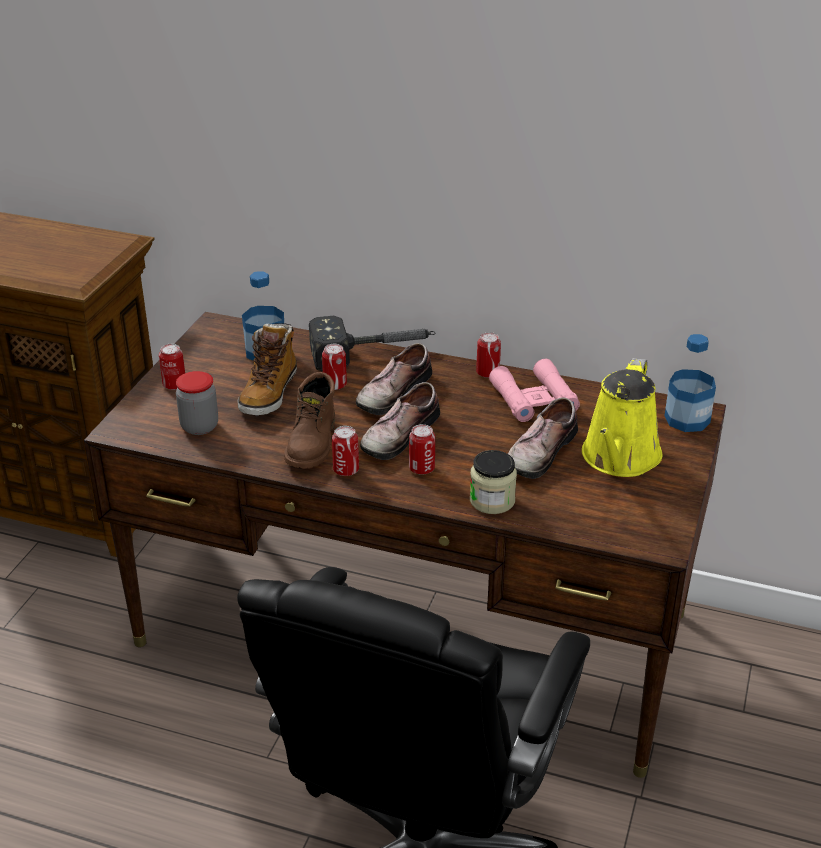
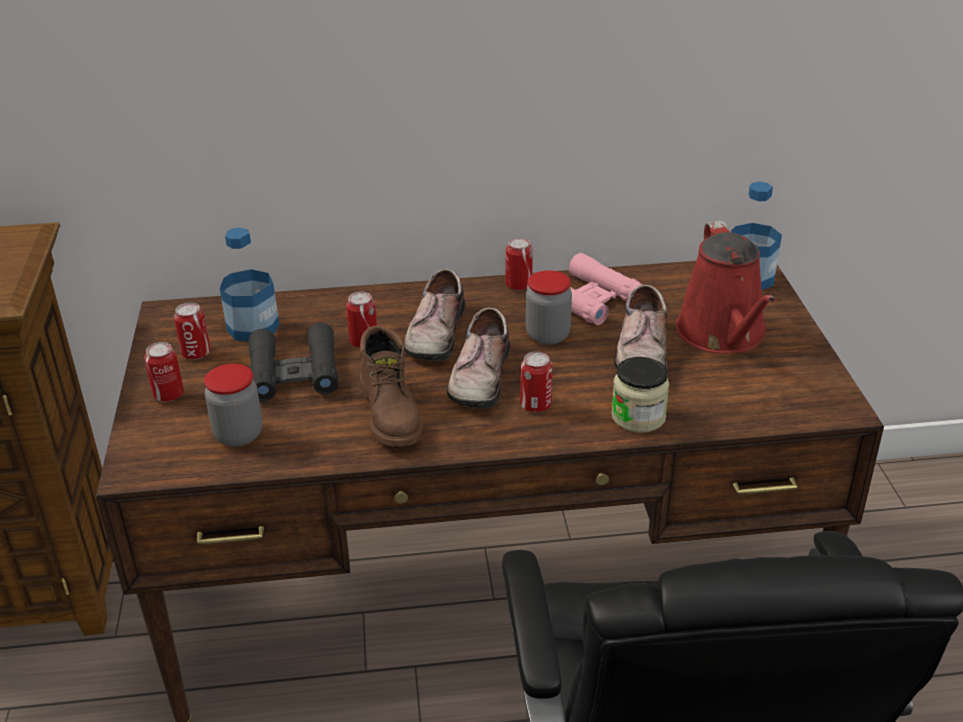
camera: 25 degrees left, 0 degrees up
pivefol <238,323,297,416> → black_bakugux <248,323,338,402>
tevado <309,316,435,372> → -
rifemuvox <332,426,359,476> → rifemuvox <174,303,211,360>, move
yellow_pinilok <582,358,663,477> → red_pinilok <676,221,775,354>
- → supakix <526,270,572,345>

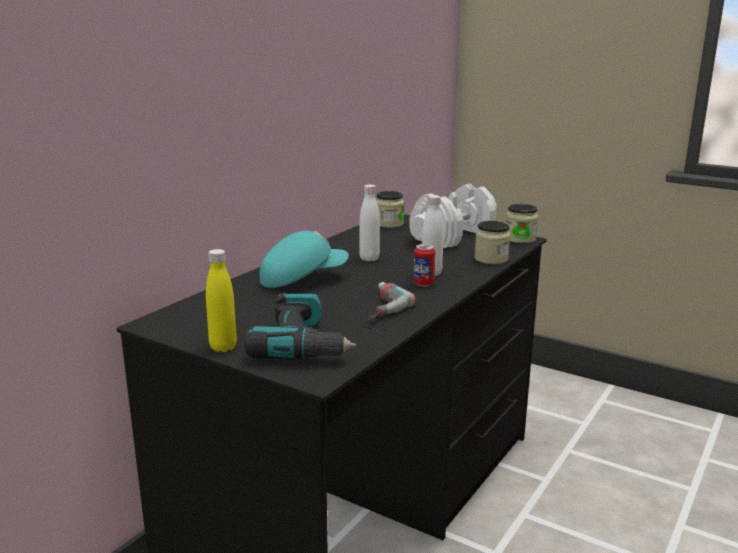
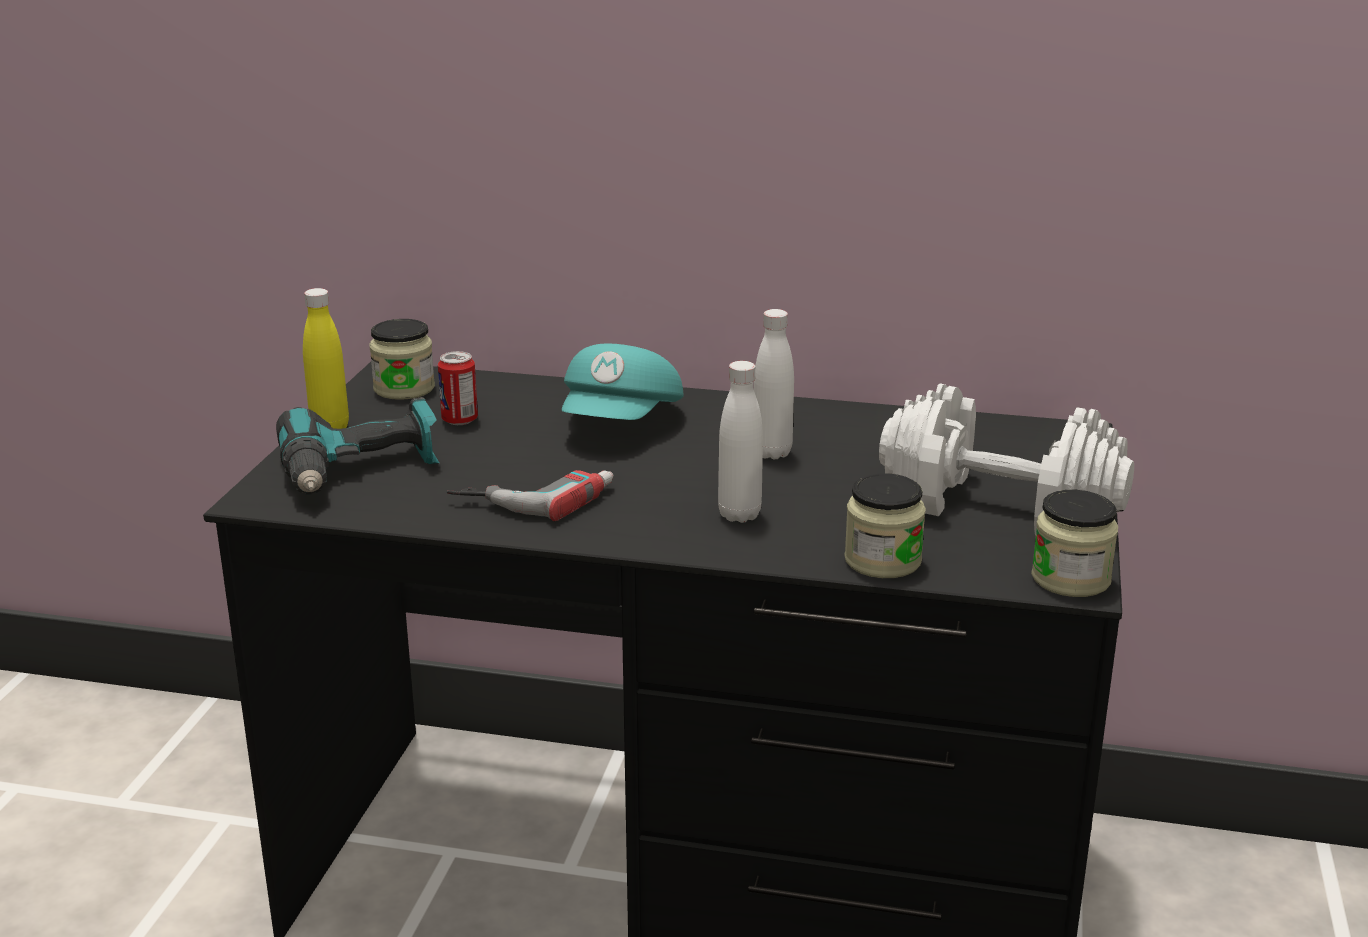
camera: 70 degrees right, 5 degrees up
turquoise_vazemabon <260,231,349,288> → turquoise_vazemabon <562,343,684,420>, 60 degrees clockwise
supakix <376,191,404,228> → supakix <370,319,435,400>, move
rifemuvox <413,244,436,287> → rifemuvox <438,351,478,425>, move

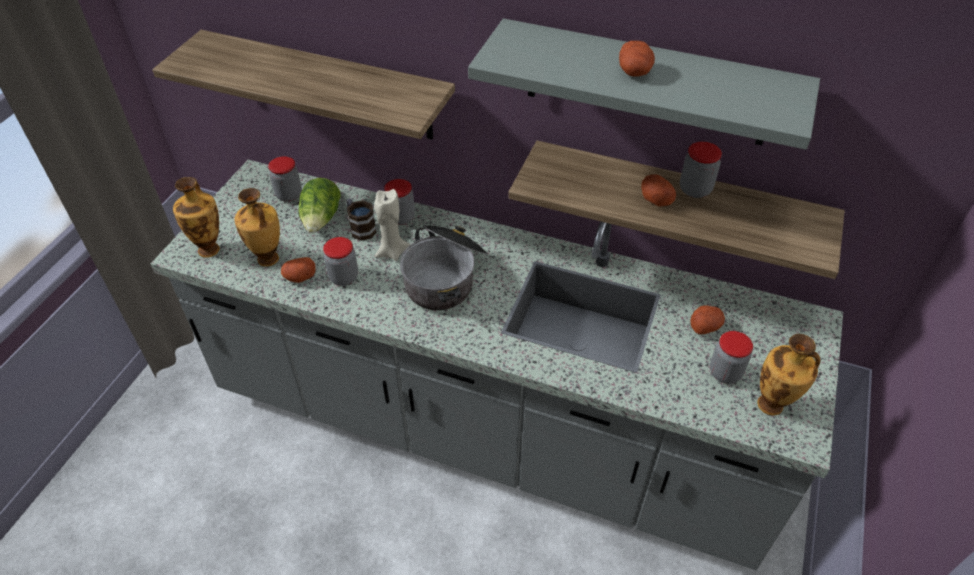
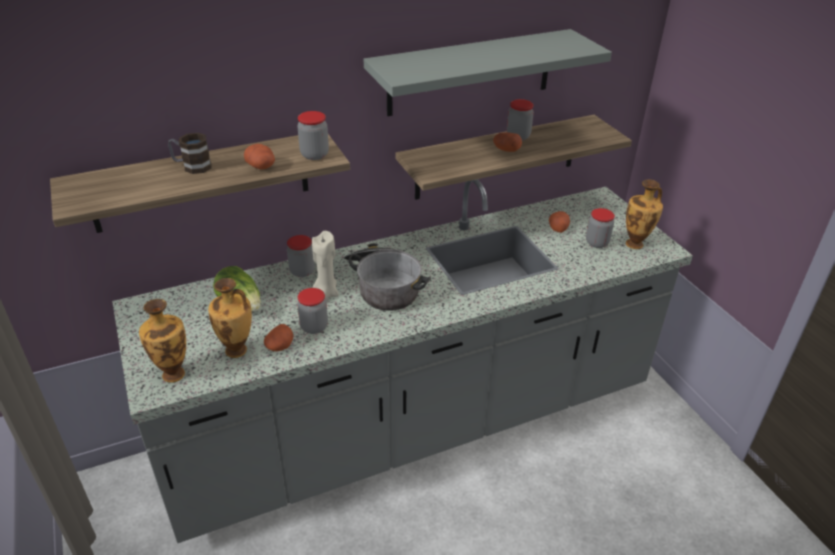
camera: 45 degrees left, 10 degrees down
supakix <268,156,302,202> → supakix <297,111,329,160>, move
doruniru <347,199,377,241> → doruniru <168,133,212,174>, move
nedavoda <619,41,655,77> → nedavoda <244,144,275,170>, move

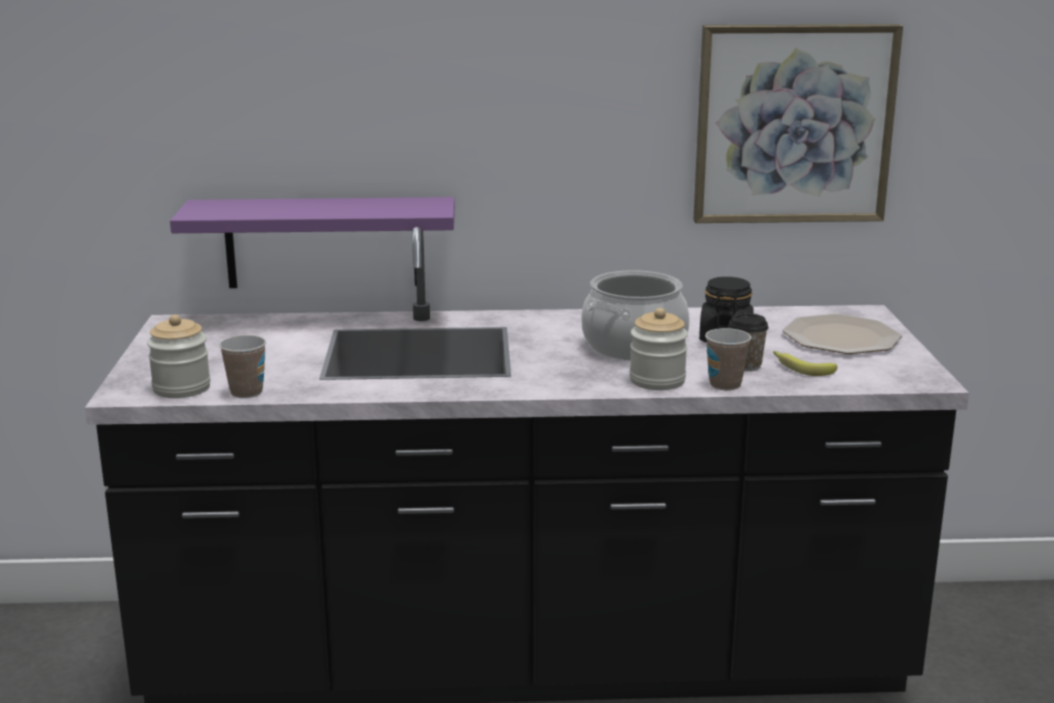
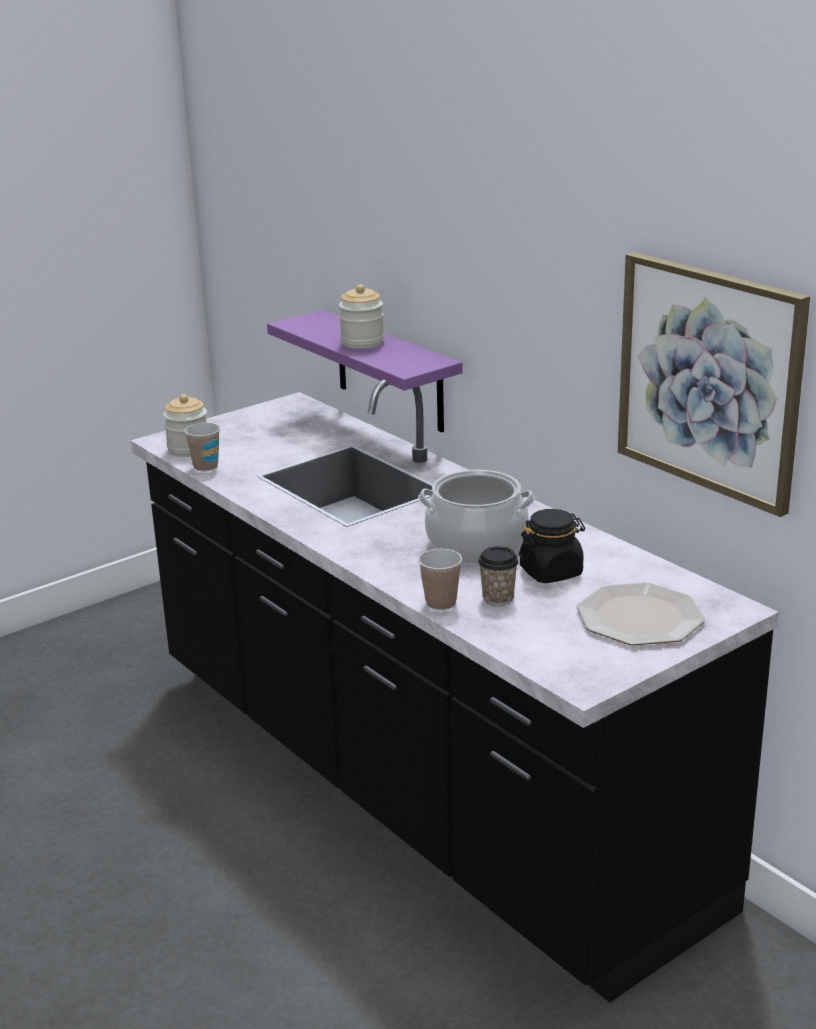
camera: 55 degrees right, 5 degrees up
supakix <629,308,688,390> → supakix <339,284,384,349>, move
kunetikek <773,351,837,376> → -

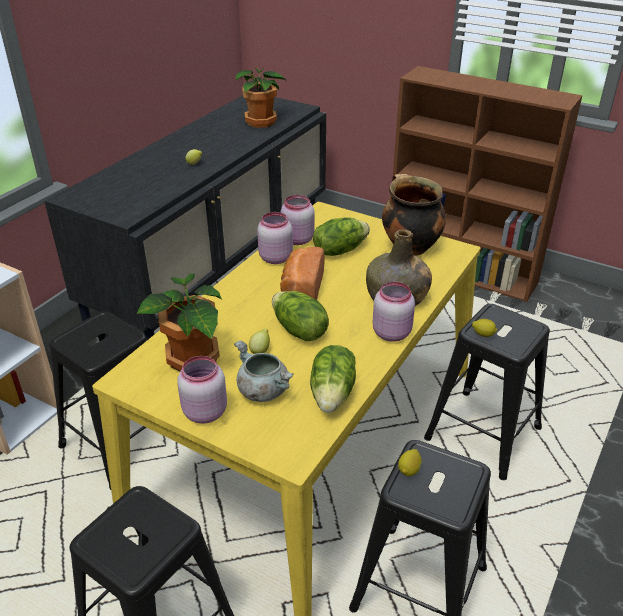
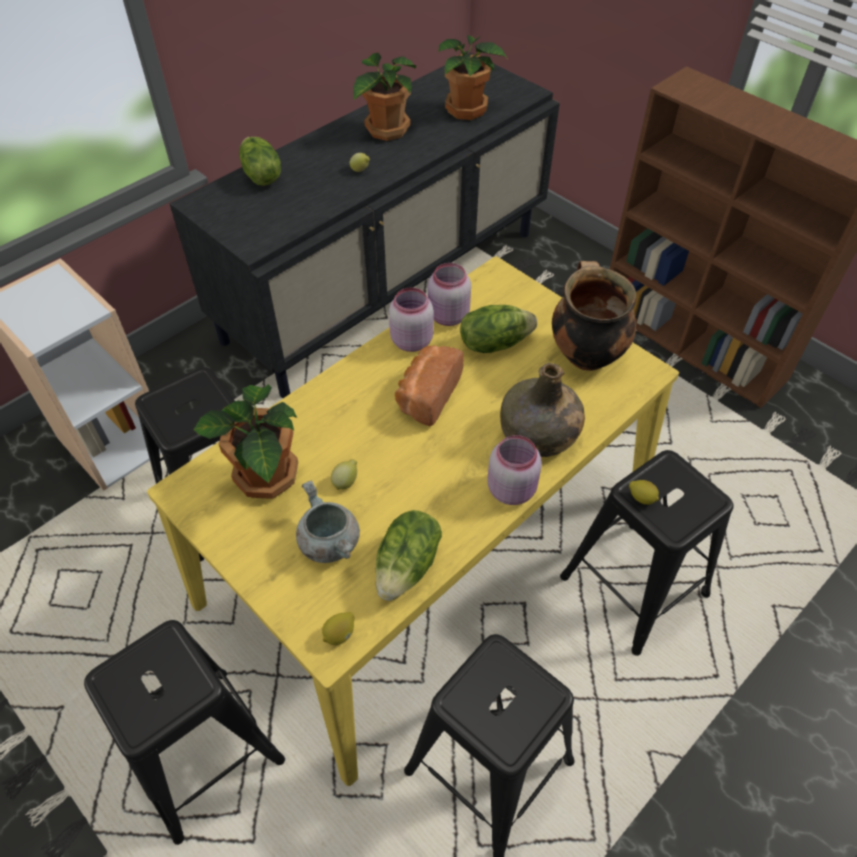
camera: 15 degrees right, 15 degrees up
pink_supakix <177,356,227,424> → -
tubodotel <272,291,329,341> → tubodotel <239,137,281,186>, move
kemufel <398,449,422,476> → kemufel <322,612,355,645>, move
- → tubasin <353,53,416,141>

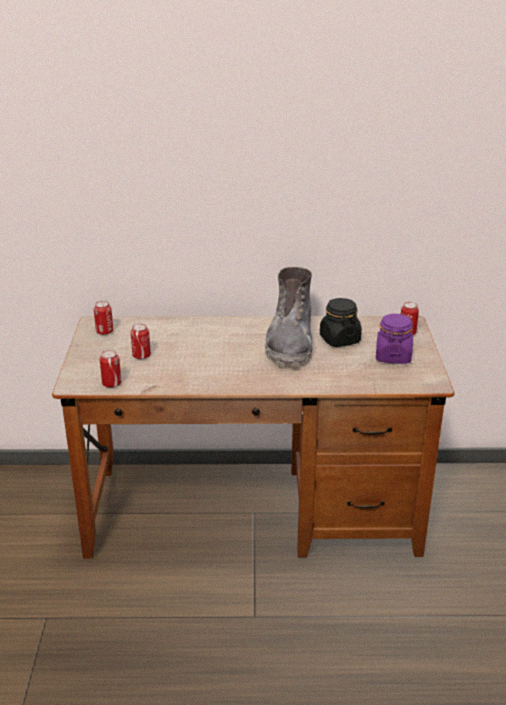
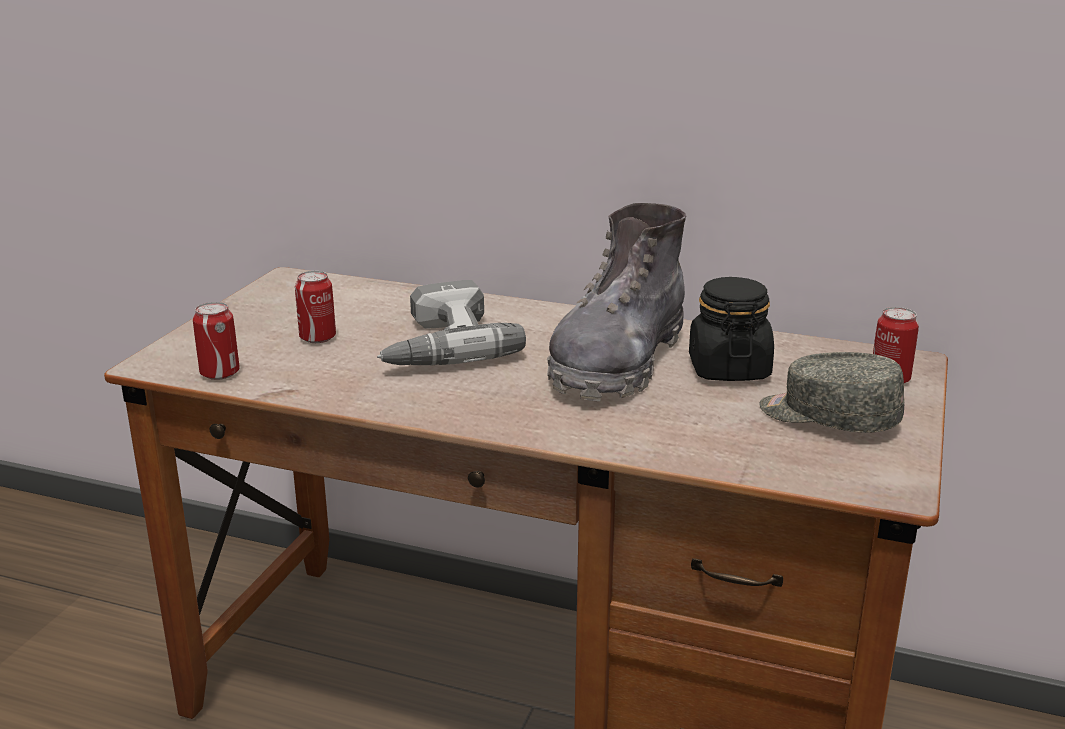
camera: 20 degrees right, 5 degrees down
rifemuvox <94,301,113,335> → -
purple_supakix <376,314,413,364> → grey_vazemabon <759,352,905,433>
- → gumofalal <377,280,526,365>

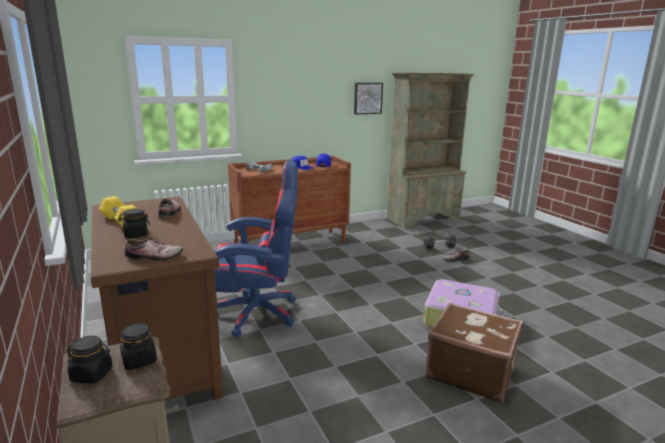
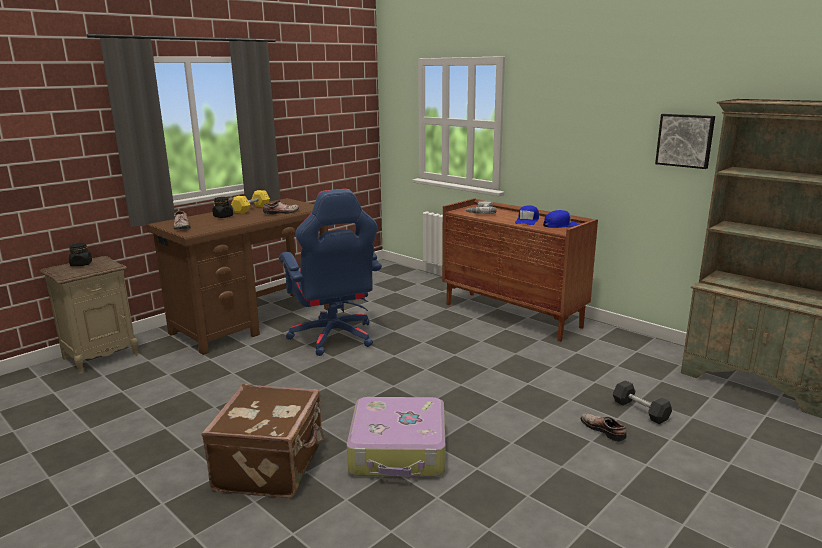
camera: 70 degrees right, 0 degrees up
black_supakix <120,323,157,370> → -

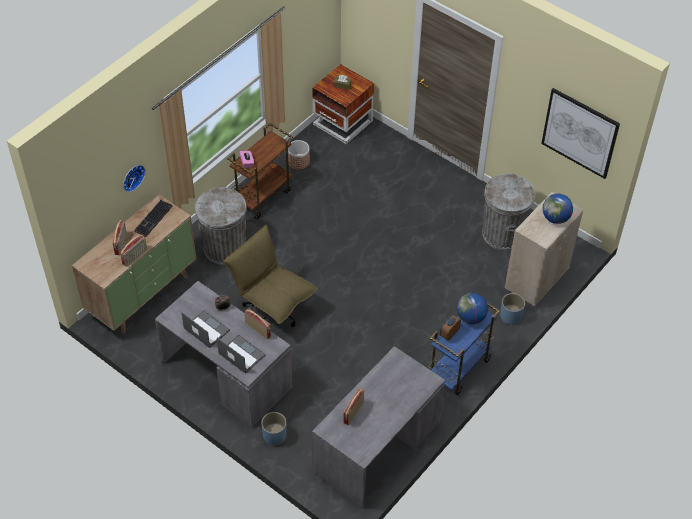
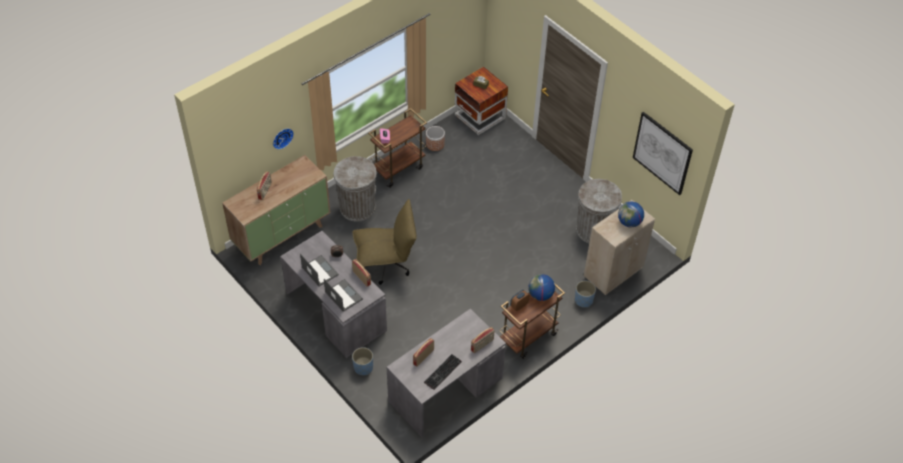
camera: 10 degrees right, 0 degrees up
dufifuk <120,235,147,267> → dufifuk <471,327,495,353>, move
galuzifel <134,200,172,237> → galuzifel <424,354,462,390>, move
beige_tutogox <223,225,318,327> → beige_tutogox <353,199,417,285>, 120 degrees clockwise
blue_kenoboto <428,303,500,395> → brown_kenoboto <499,283,565,359>

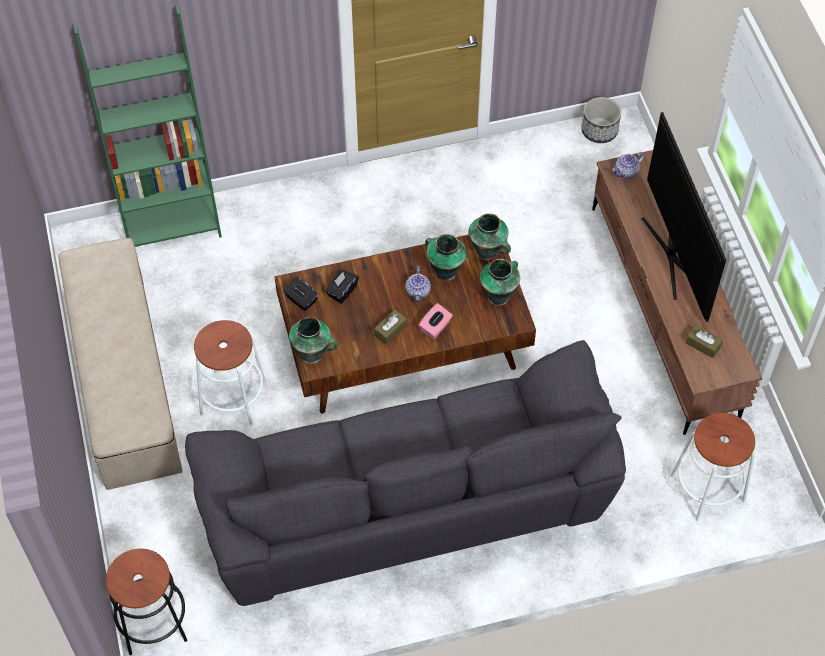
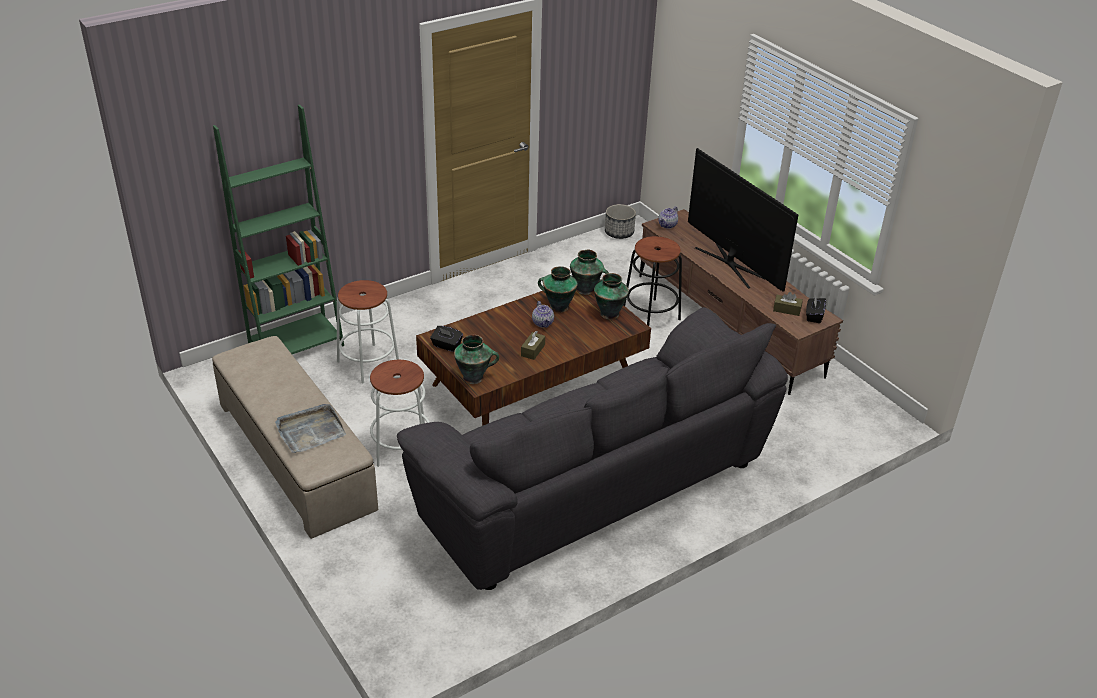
camera: 20 degrees left, 20 degrees down
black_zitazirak <106,549,187,655> → black_zitazirak <624,236,682,326>, move
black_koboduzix <325,270,359,303> → black_koboduzix <806,296,826,323>, move
pink_koboduzix <419,303,453,339> → -
white_zitazirak <671,413,755,521> → white_zitazirak <337,280,399,384>, move
- → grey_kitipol <275,404,346,453>

